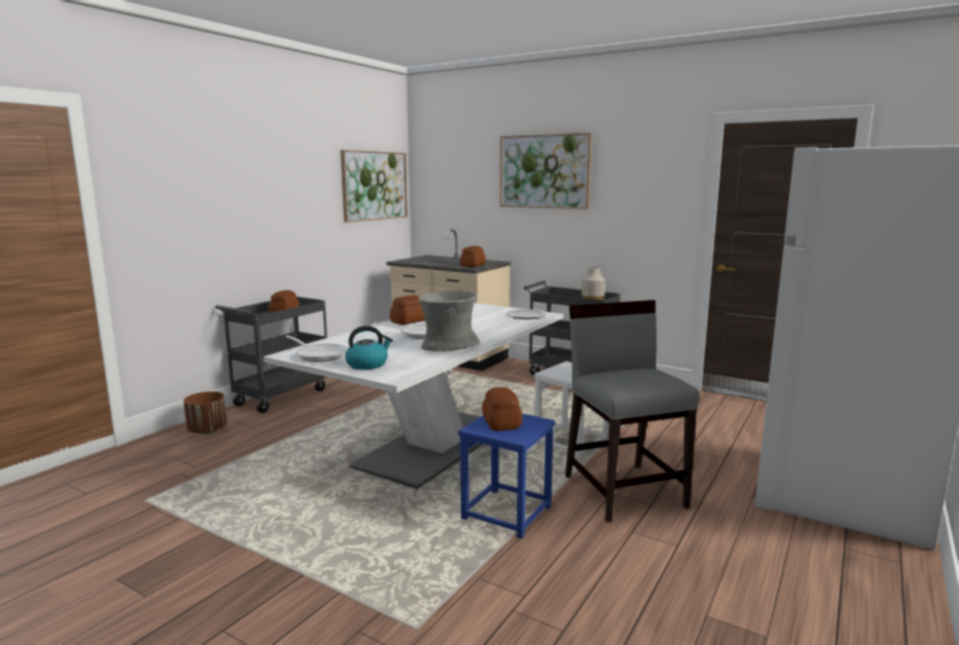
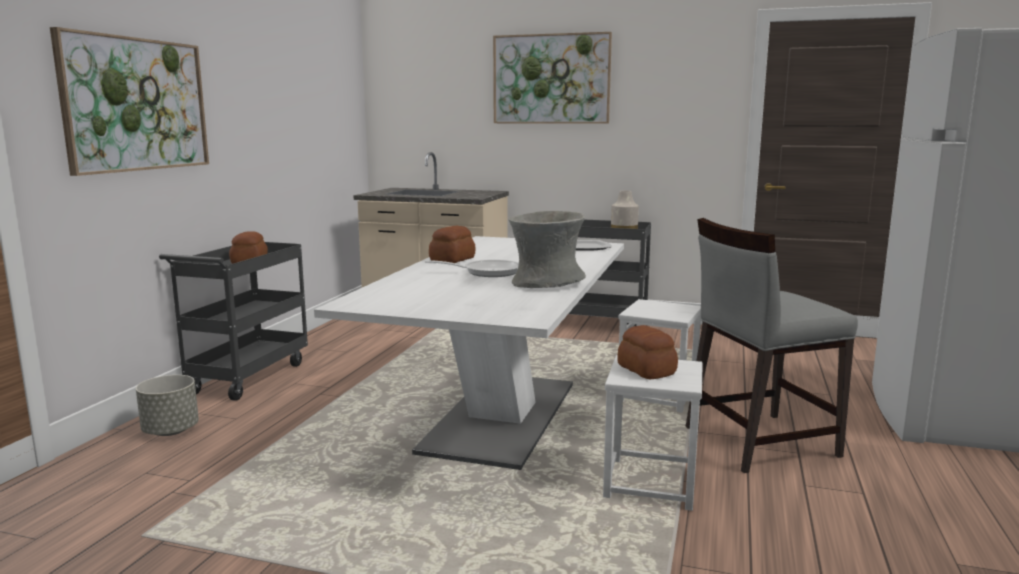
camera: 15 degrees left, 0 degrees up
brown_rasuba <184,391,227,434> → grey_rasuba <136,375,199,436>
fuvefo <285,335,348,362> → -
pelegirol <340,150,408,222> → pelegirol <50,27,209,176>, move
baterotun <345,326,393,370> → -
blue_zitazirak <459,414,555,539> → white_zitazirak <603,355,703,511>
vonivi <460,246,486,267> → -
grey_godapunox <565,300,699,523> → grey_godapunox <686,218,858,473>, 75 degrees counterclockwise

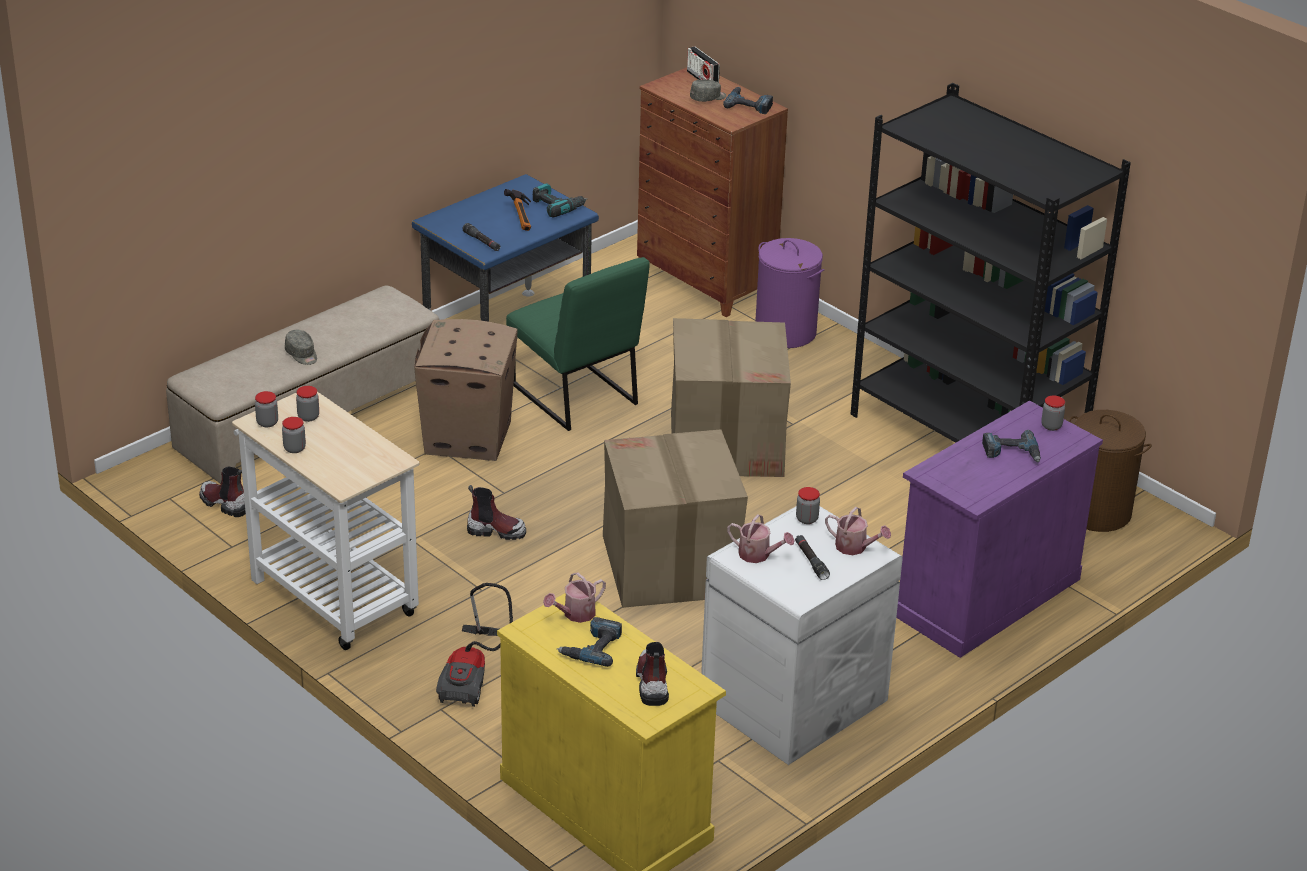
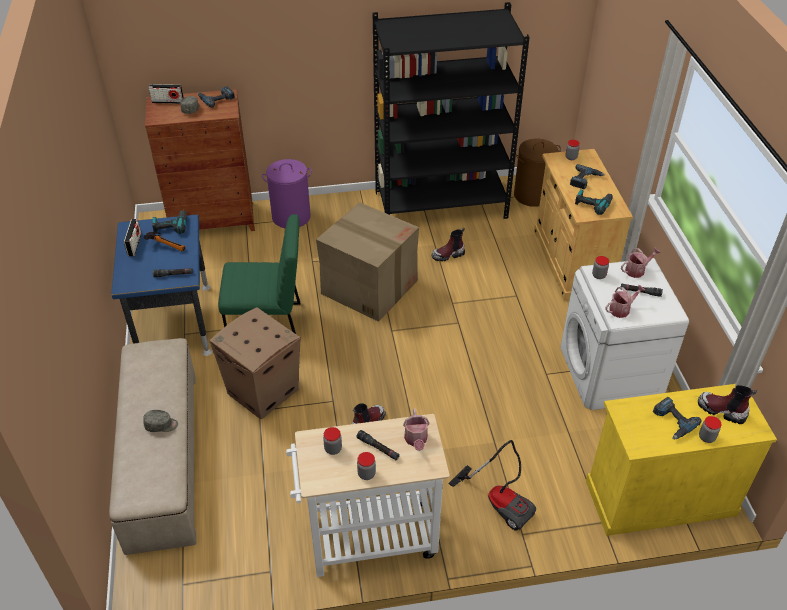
camera: 55 degrees left, 10 degrees up
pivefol <199,467,246,517> → pivefol <431,228,465,261>, move
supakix <255,391,278,427> → supakix <699,416,722,443>, move
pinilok <543,572,606,623> → pinilok <403,409,429,451>, move
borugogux <603,429,748,608> → -
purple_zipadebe <896,400,1103,658> → beige_zipadebe <534,149,633,301>
- → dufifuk <124,219,142,256>
- → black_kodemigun <356,430,400,460>
- → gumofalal <575,189,613,215>

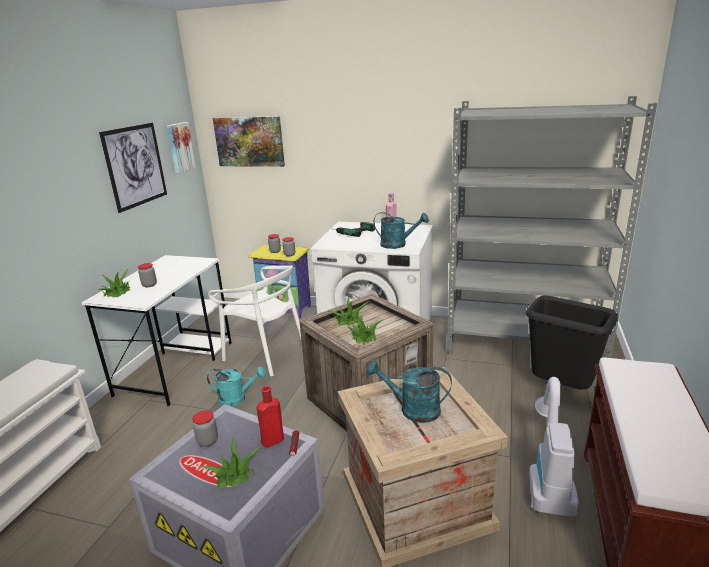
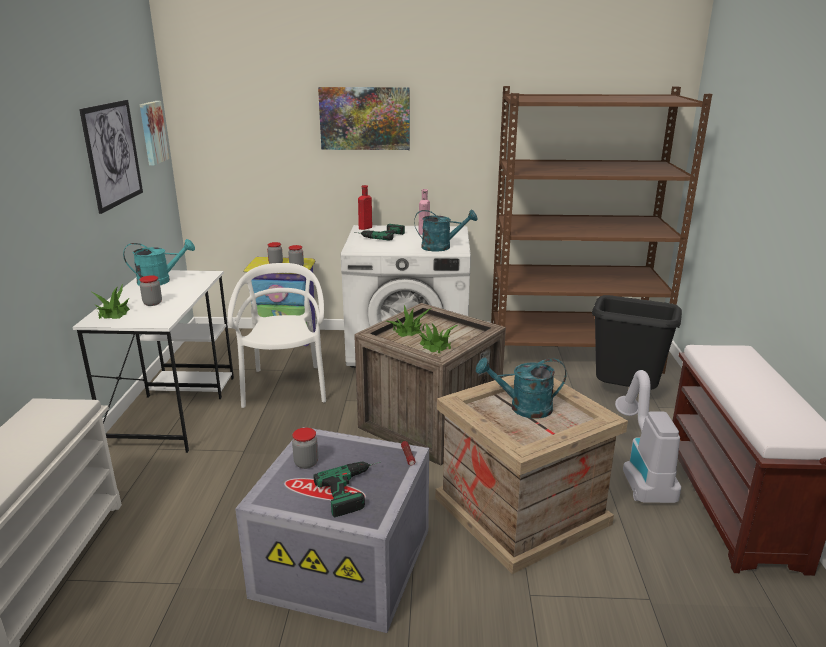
camera: 15 degrees left, 0 degrees up
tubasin <198,437,263,489> → gumofalal <314,461,381,517>
turquoise_pinilok <207,367,266,406> → turquoise_pinilok <123,239,195,286>, move
white_godapunox <208,265,302,376> → white_godapunox <228,263,326,408>, 120 degrees counterclockwise
pelegirol <213,116,285,167> → pelegirol <318,87,410,150>, move
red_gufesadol <257,386,284,448> → red_gufesadol <358,185,372,230>, move
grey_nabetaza <447,96,657,358> → brown_nabetaza <491,86,712,374>

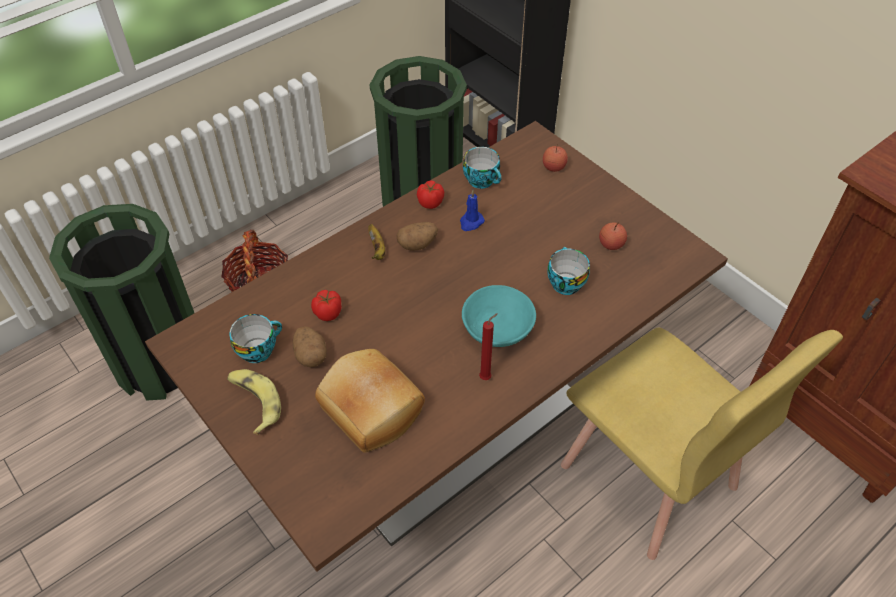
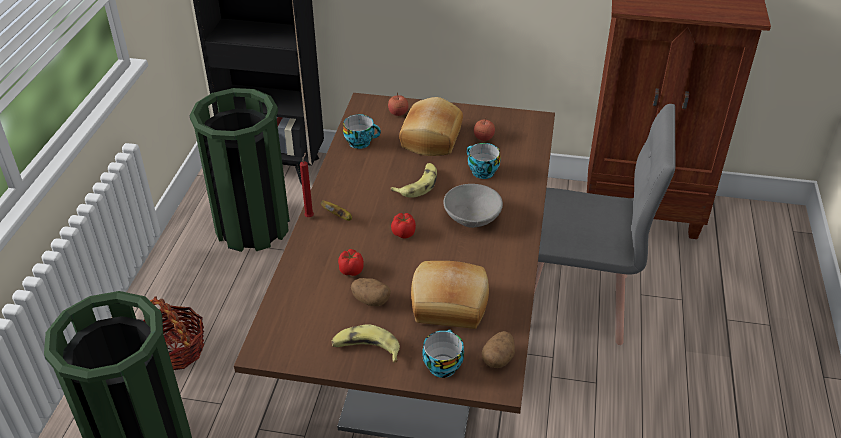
camera: 40 degrees left, 10 degrees down
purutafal <229,314,282,363> → purutafal <422,330,464,378>, move
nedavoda <397,222,438,251> → nedavoda <482,331,515,368>, move
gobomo <417,180,444,209> → gobomo <391,213,416,239>, move
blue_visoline <460,190,485,231> → -
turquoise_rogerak <462,285,536,347> → grey_rogerak <443,184,503,228>
red_visoline <479,313,498,380> → red_visoline <300,153,314,217>, move
yellow_godapunox <561,327,843,560> → grey_godapunox <534,104,675,345>
- → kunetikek <391,163,437,198>
- → vonivi <399,97,463,156>

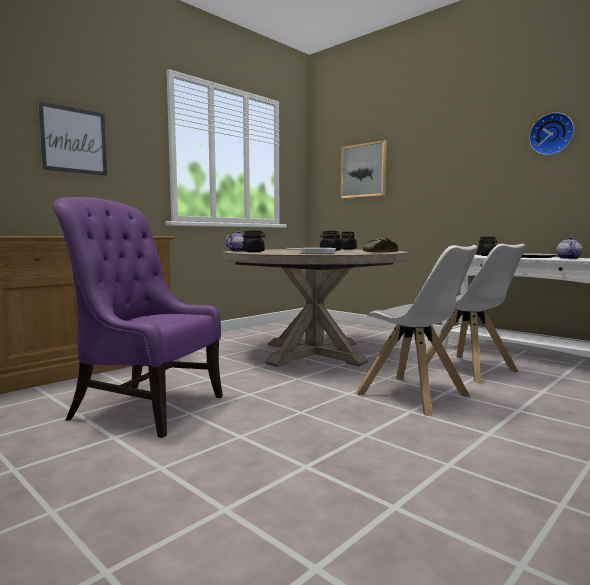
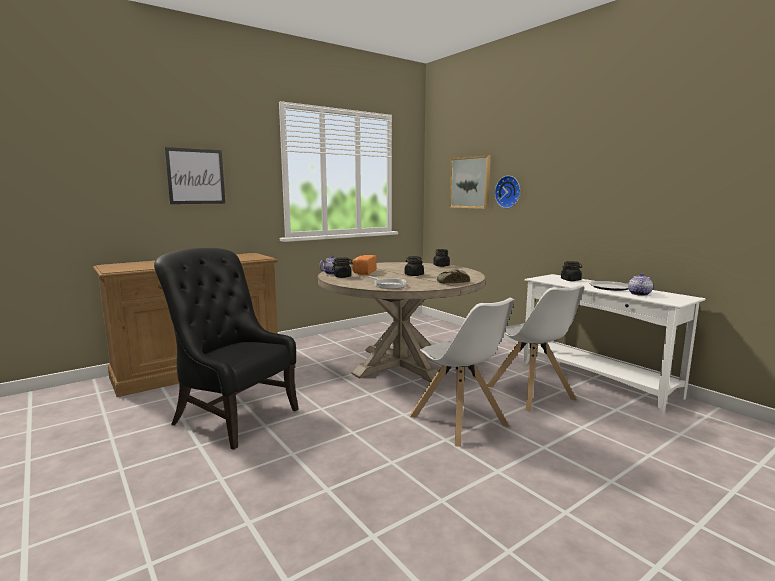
camera: 10 degrees right, 5 degrees up
purple_godapunox <53,197,223,438> → black_godapunox <154,248,299,450>
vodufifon <529,112,574,155> → vodufifon <495,176,520,208>, move
- → vonivi <352,255,377,275>

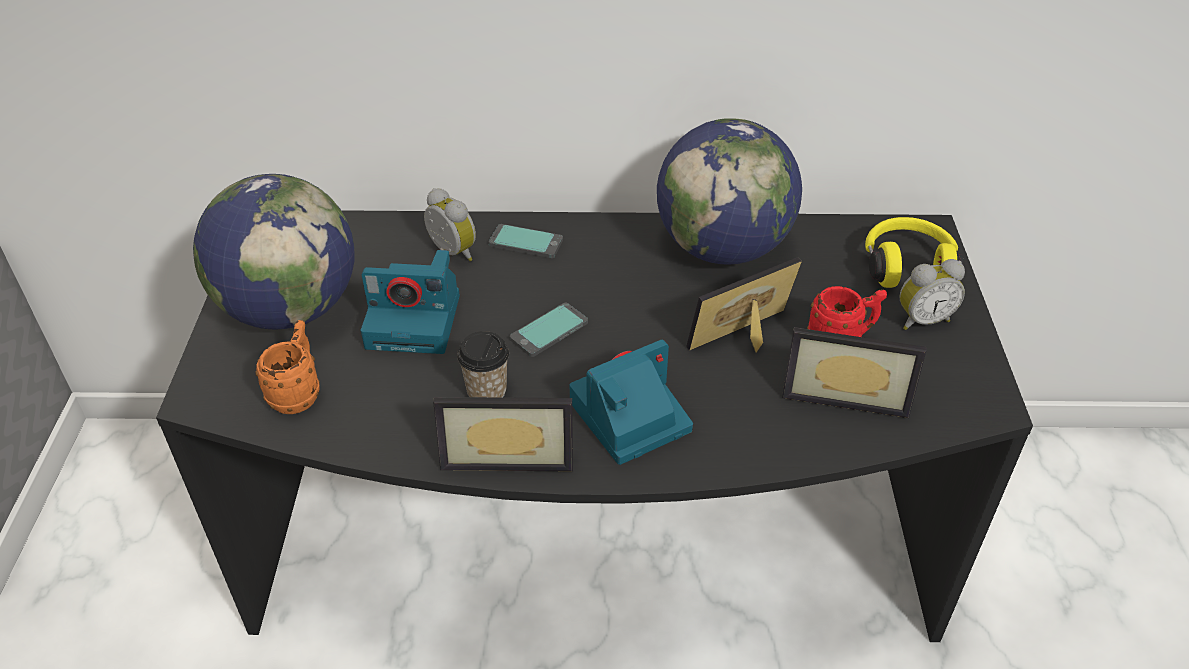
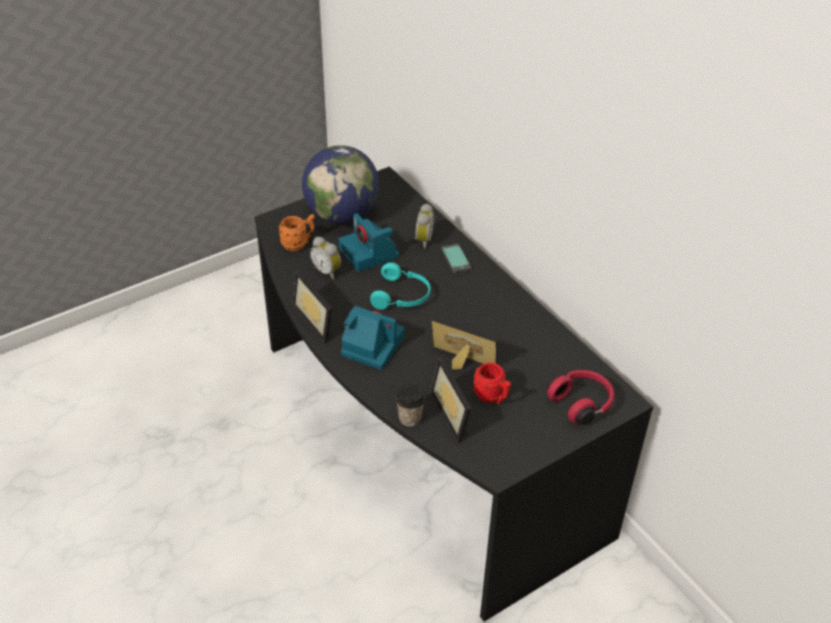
camera: 55 degrees right, 0 degrees up
purutafal <457,331,509,398> → purutafal <395,384,425,427>, move
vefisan <510,303,588,357> → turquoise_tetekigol <370,262,430,310>
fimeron <657,118,802,264> → -
yellow_tetekigol <865,217,964,288> → red_tetekigol <547,370,615,424>
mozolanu <899,259,965,330> → mozolanu <310,237,341,280>, move

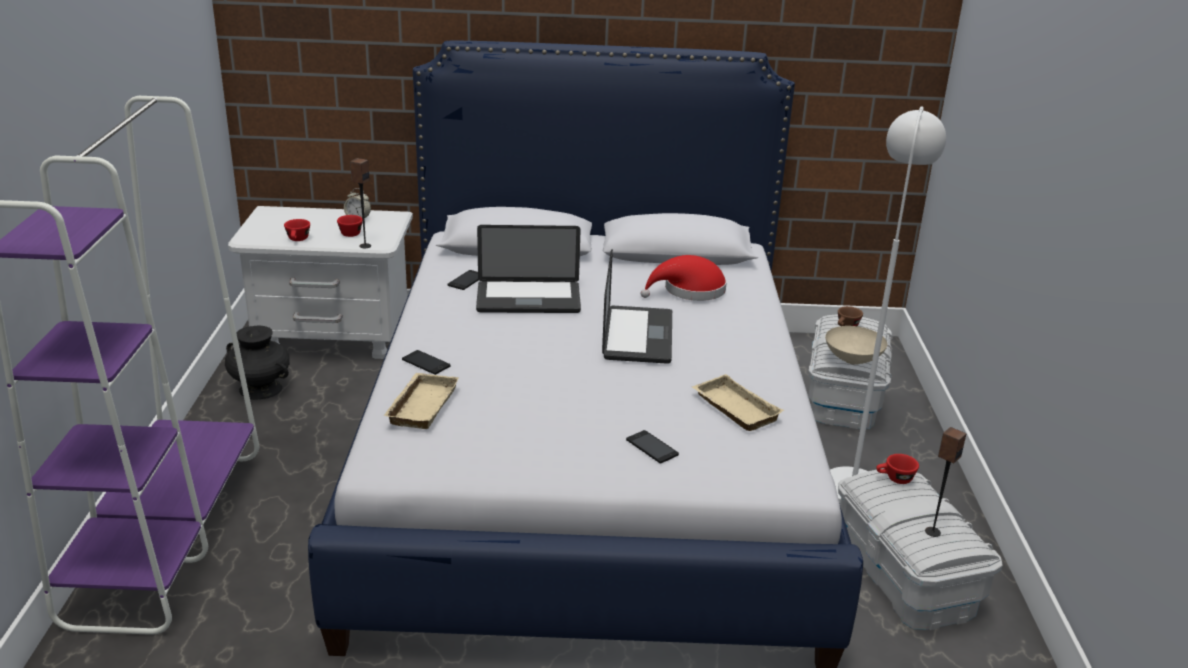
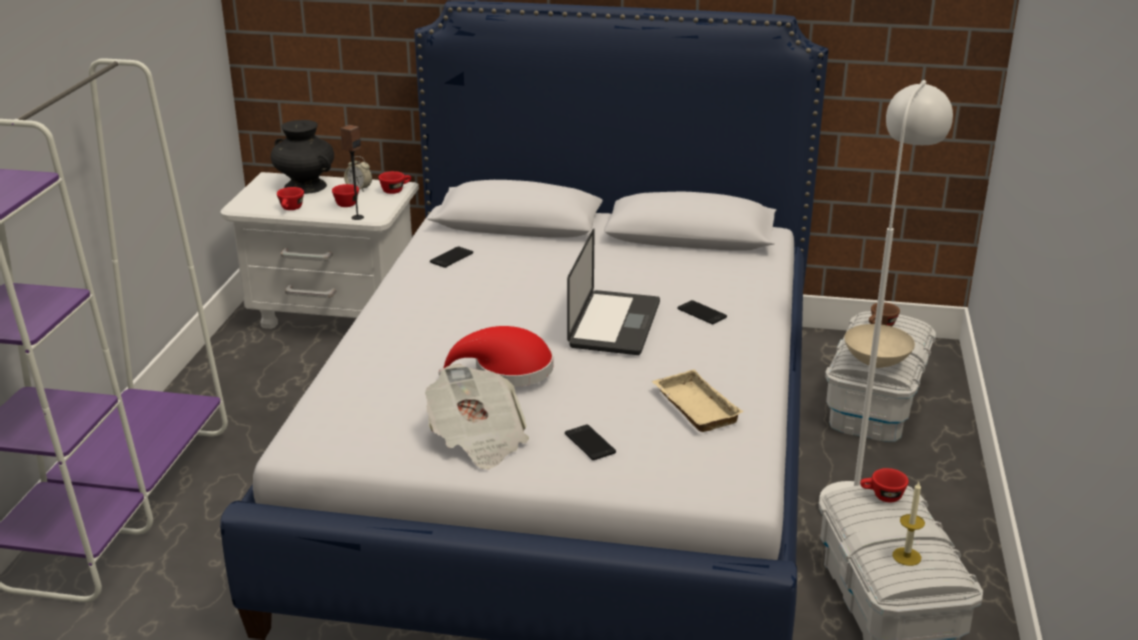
camera: 10 degrees right, 0 degrees up
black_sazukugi <225,325,290,399> → black_sazukugi <271,120,334,194>, move
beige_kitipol <383,373,459,429> → -
vefisan <402,350,451,375> → vefisan <677,300,727,325>, move
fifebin <476,225,581,313> → -
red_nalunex <641,255,727,301> → red_nalunex <439,326,553,387>, move
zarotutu <925,427,966,537> → visoline <892,482,925,566>
- → red_purutafal <378,171,411,194>
- → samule <425,364,529,470>

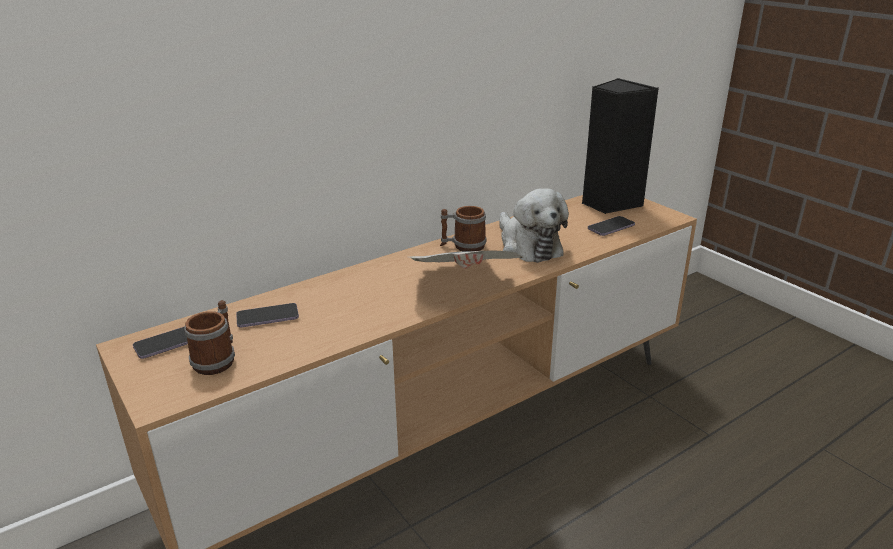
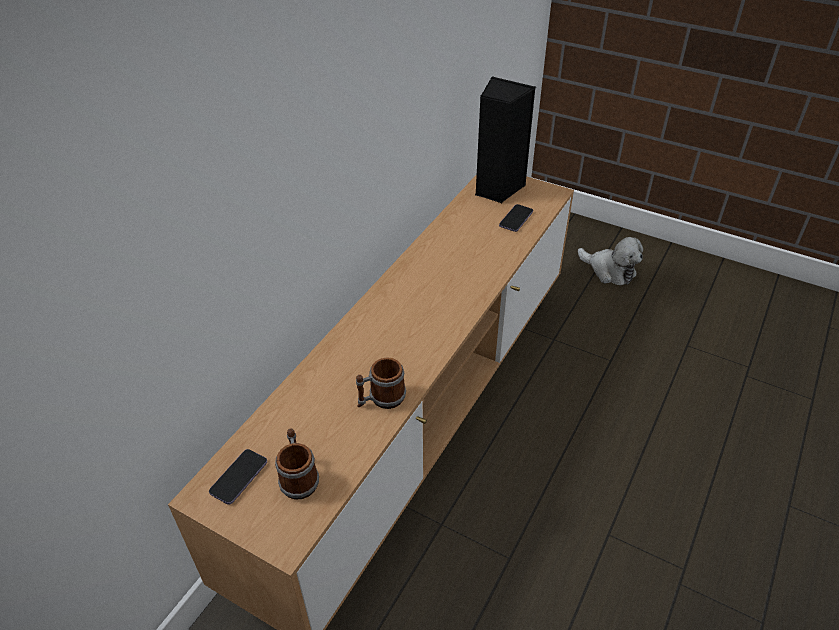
camera: 25 degrees left, 15 degrees up
vefisan <236,303,299,328> → -
samule <409,251,523,269> → -
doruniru <440,206,487,251> → doruniru <356,357,406,409>, move
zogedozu <499,188,569,263> → zogedozu <578,237,643,285>, move

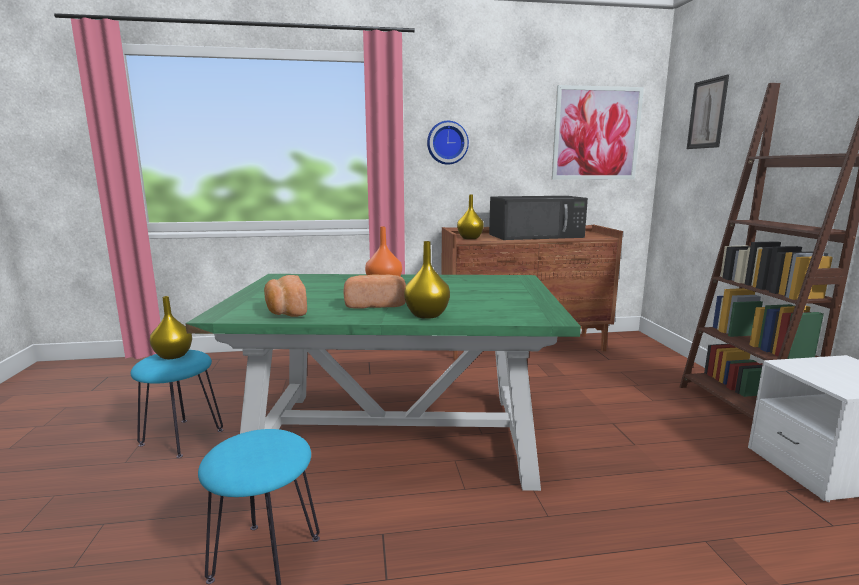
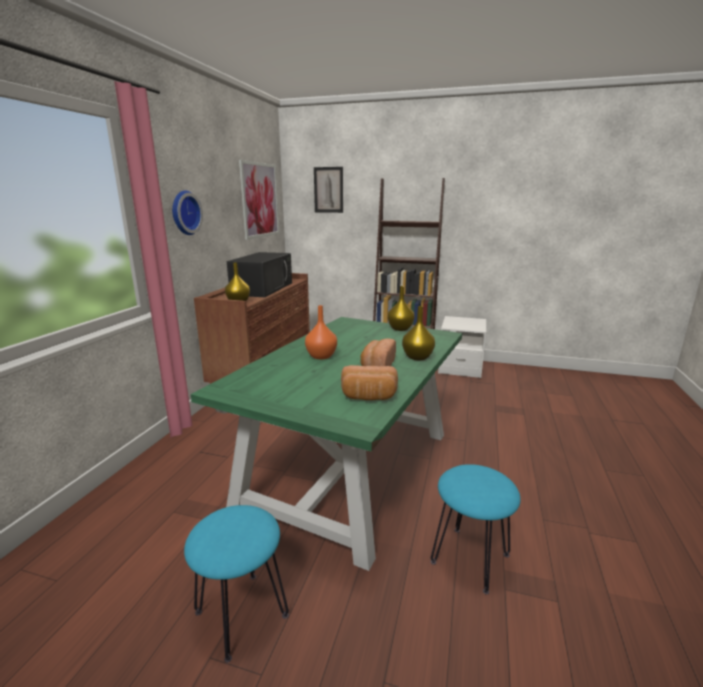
camera: 65 degrees left, 5 degrees up
yellow_sazukugi <150,296,192,359> → yellow_sazukugi <388,286,415,331>, move

